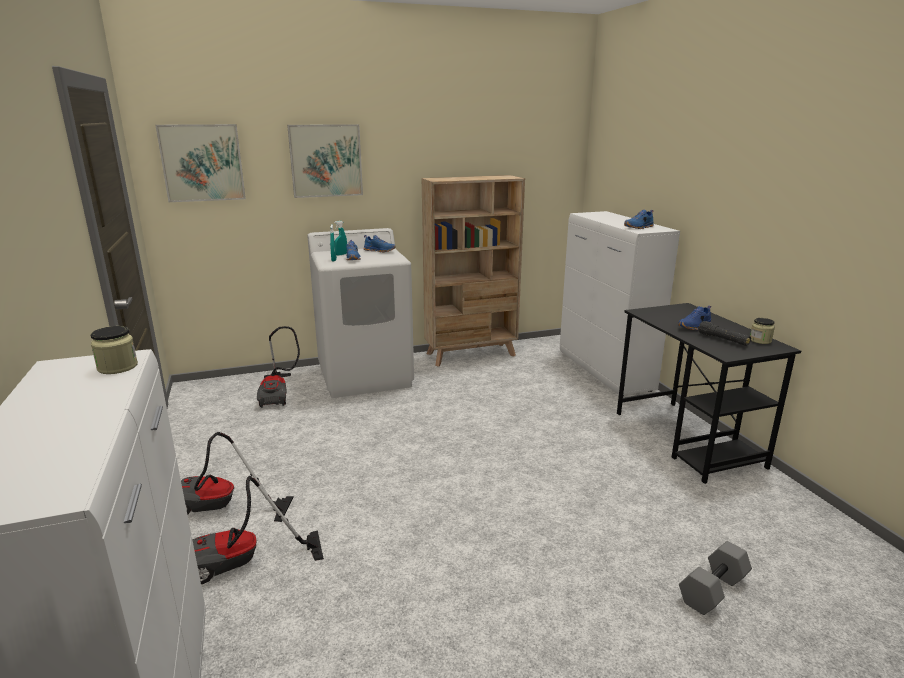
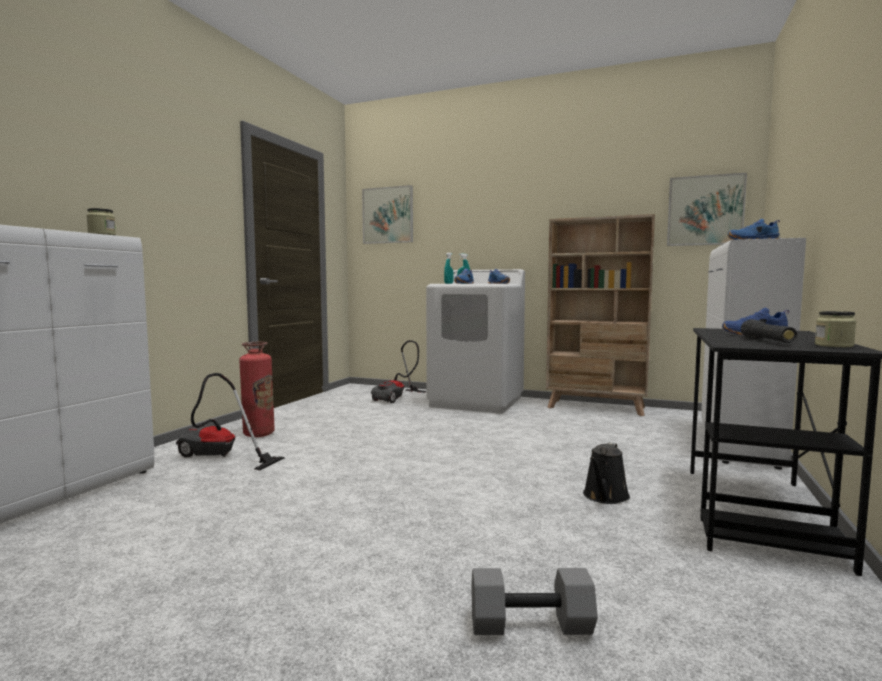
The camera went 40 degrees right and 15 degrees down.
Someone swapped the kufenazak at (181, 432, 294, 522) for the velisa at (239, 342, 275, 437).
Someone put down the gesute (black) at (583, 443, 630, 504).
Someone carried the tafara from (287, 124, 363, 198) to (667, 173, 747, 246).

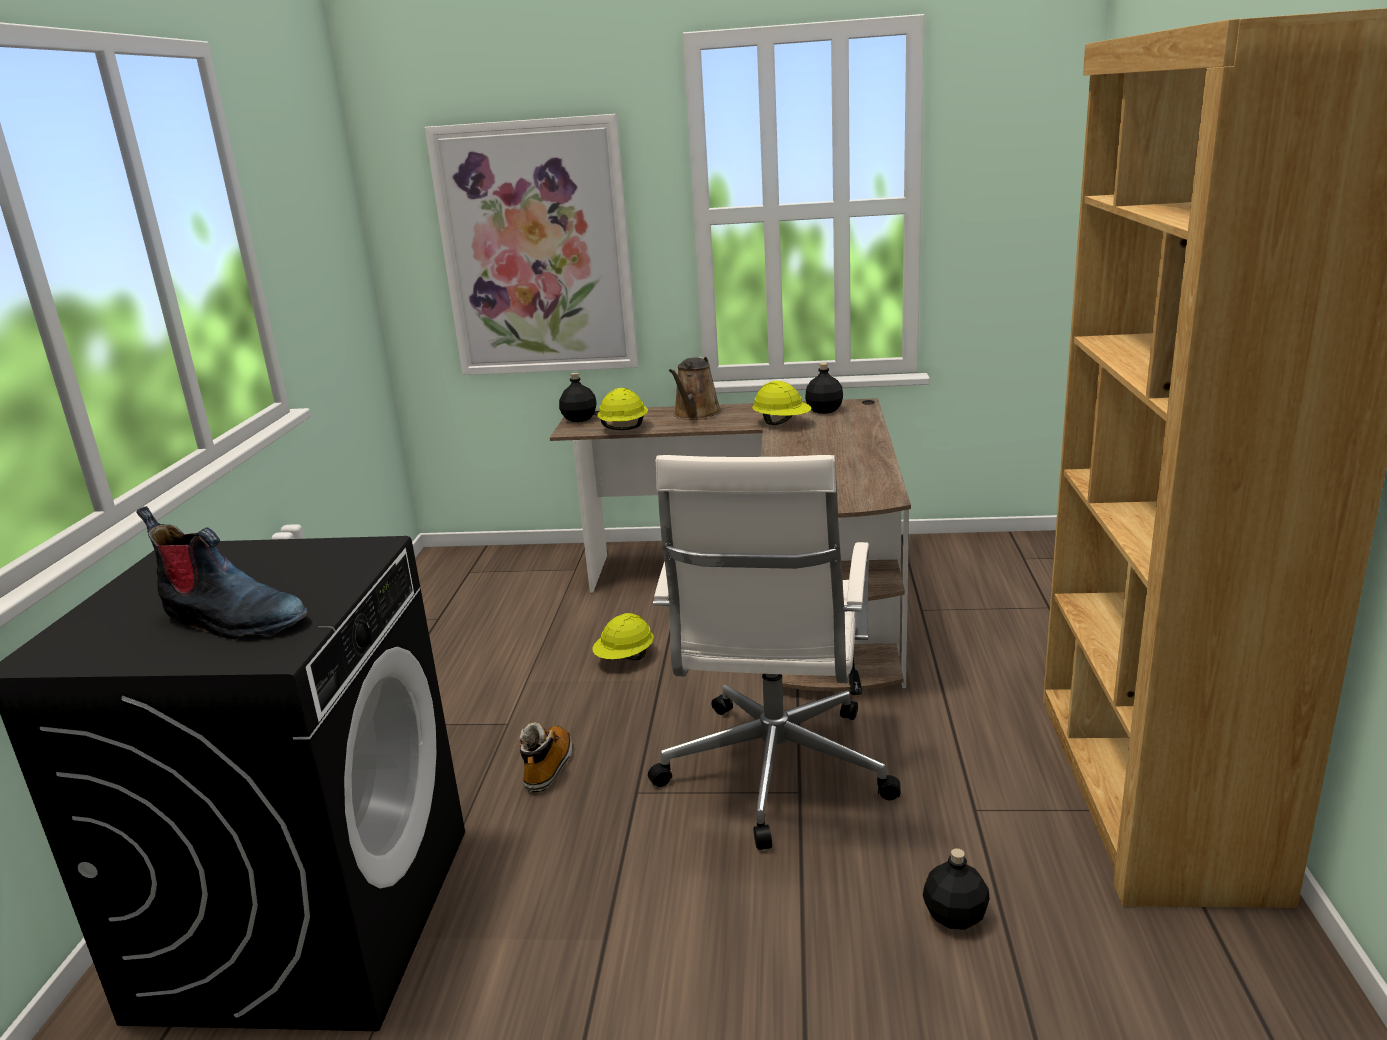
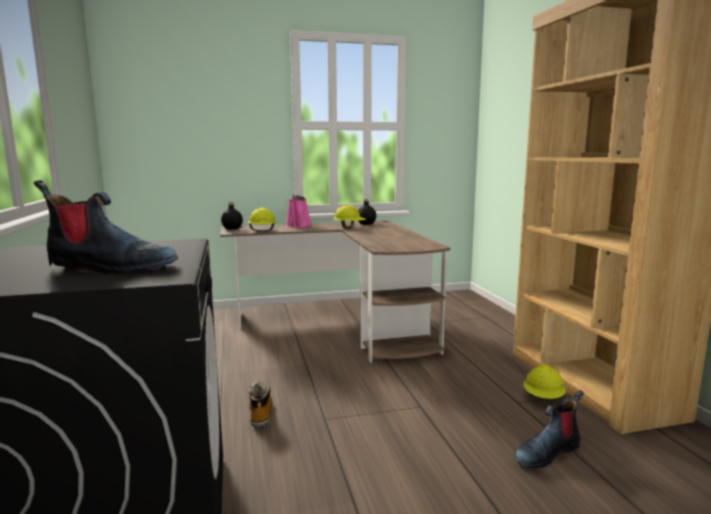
The camera went 20 degrees left and 10 degrees down.
Someone repainted the gesute (brown) at (669, 356, 722, 420), which became the gesute (pink) at (286, 195, 312, 228).
Someone swapped the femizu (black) at (923, 849, 990, 930) for the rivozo at (514, 390, 584, 468).
Someone carried the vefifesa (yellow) from (593, 613, 654, 660) to (523, 365, 566, 399).
Someone took away the tafara at (425, 114, 639, 375).
Someone took away the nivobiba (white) at (648, 455, 901, 850).

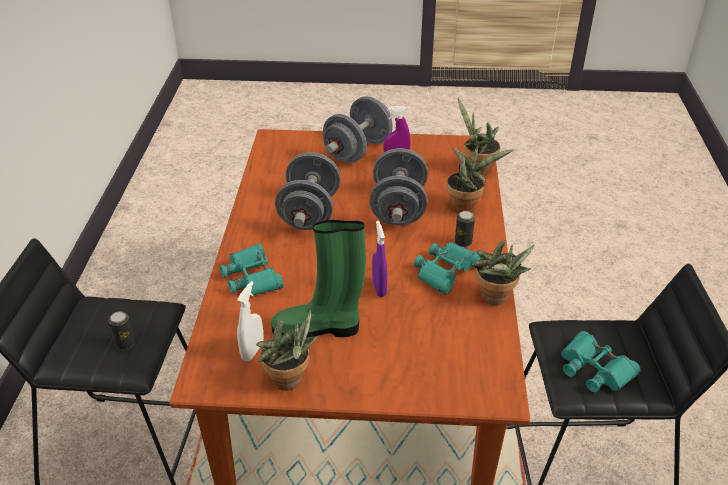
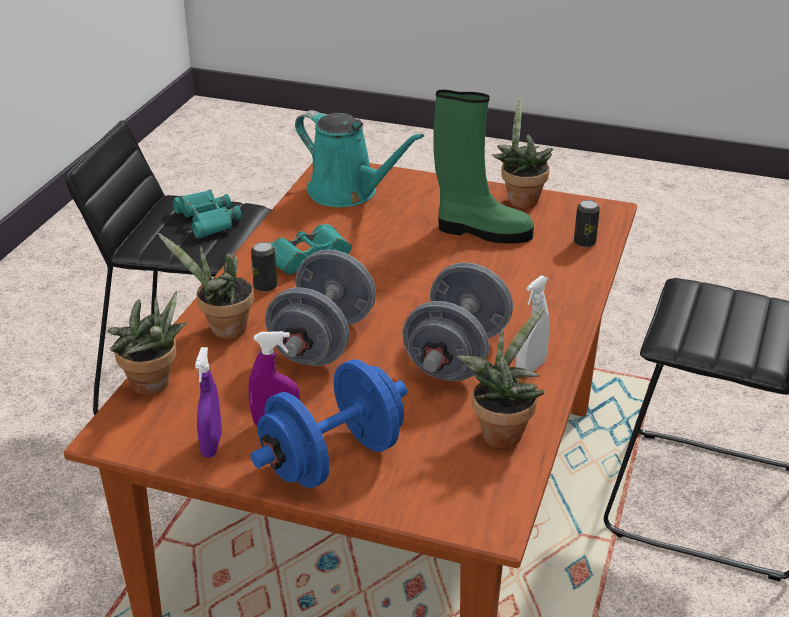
The camera went 165 degrees left and 5 degrees down.
Someone carried the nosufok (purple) from (372, 221, 387, 297) to (195, 347, 222, 458).
Someone repainted the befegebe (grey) at (323, 96, 393, 163), which became the befegebe (blue) at (251, 359, 407, 488).
Someone put down the gesute (turquoise) at (295, 110, 424, 207).
Someone carried the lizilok from (472, 240, 534, 305) to (457, 306, 545, 449).
Someone carried the nosufok (white) from (237, 281, 264, 361) to (516, 275, 550, 372).
Someone carried the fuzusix from (109, 311, 135, 349) to (574, 200, 600, 247).
Someone took away the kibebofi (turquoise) at (220, 243, 284, 296).

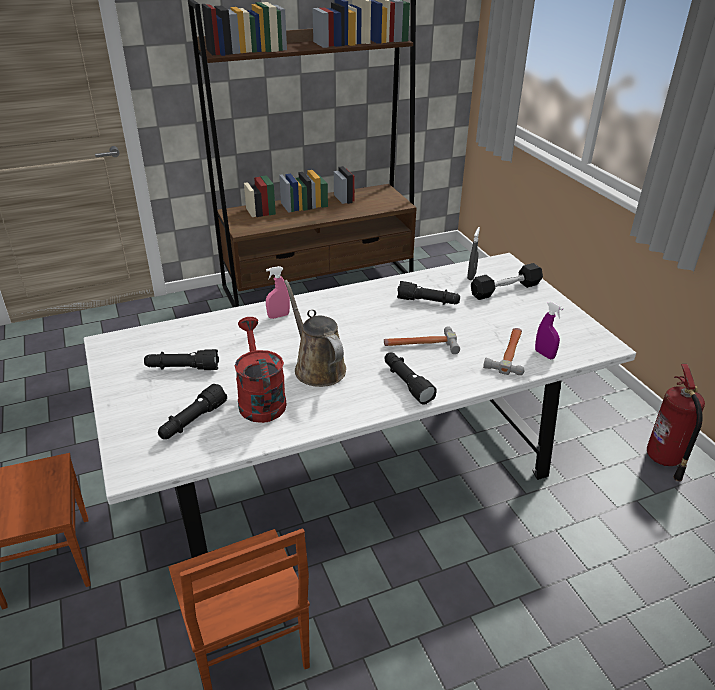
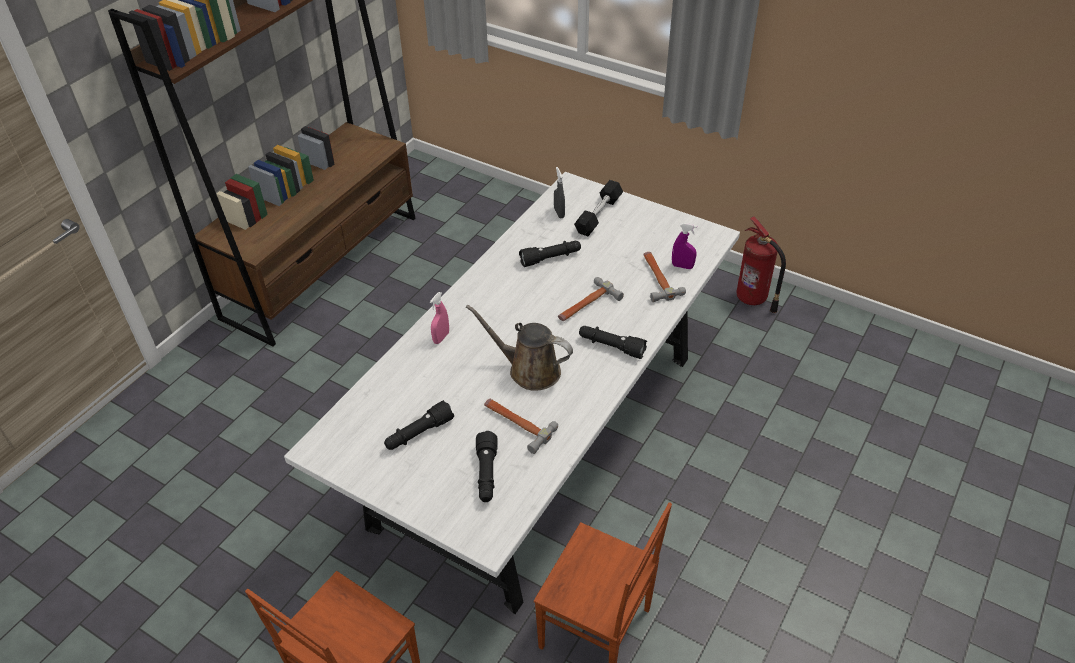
The camera went 35 degrees left and 10 degrees up.
Someone swapped the gesute (red) at (235, 317, 287, 423) for the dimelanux at (484, 399, 558, 454).

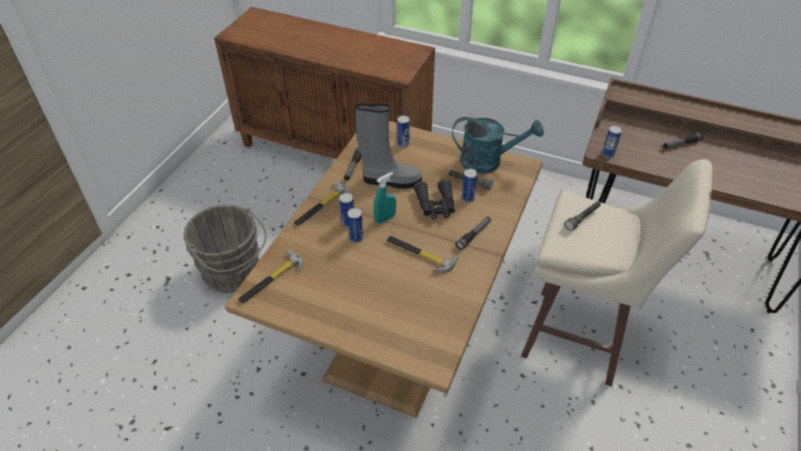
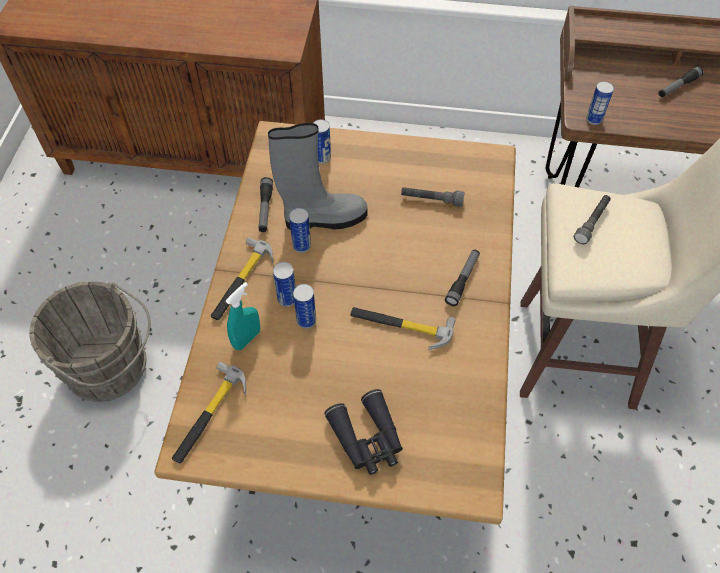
The camera went 15 degrees left and 10 degrees up.
Someone carried the nosufok (turquoise) from (373, 172, 396, 224) to (225, 282, 260, 350).
Someone carried the fuzusix from (462, 168, 477, 203) to (289, 208, 311, 253).
Someone carried the kibebofi (black) from (414, 179, 455, 219) to (324, 389, 403, 475).
Someone took away the gesute (turquoise) at (452, 117, 544, 174).

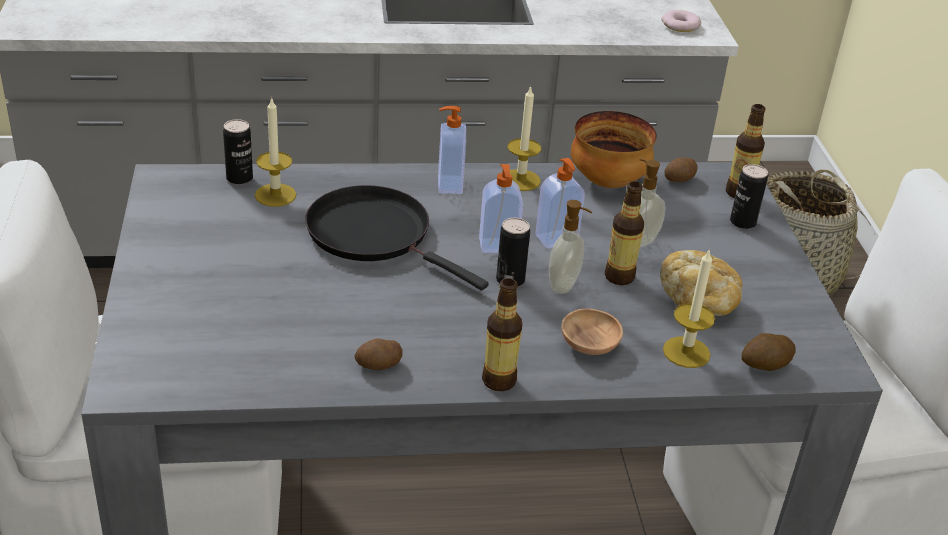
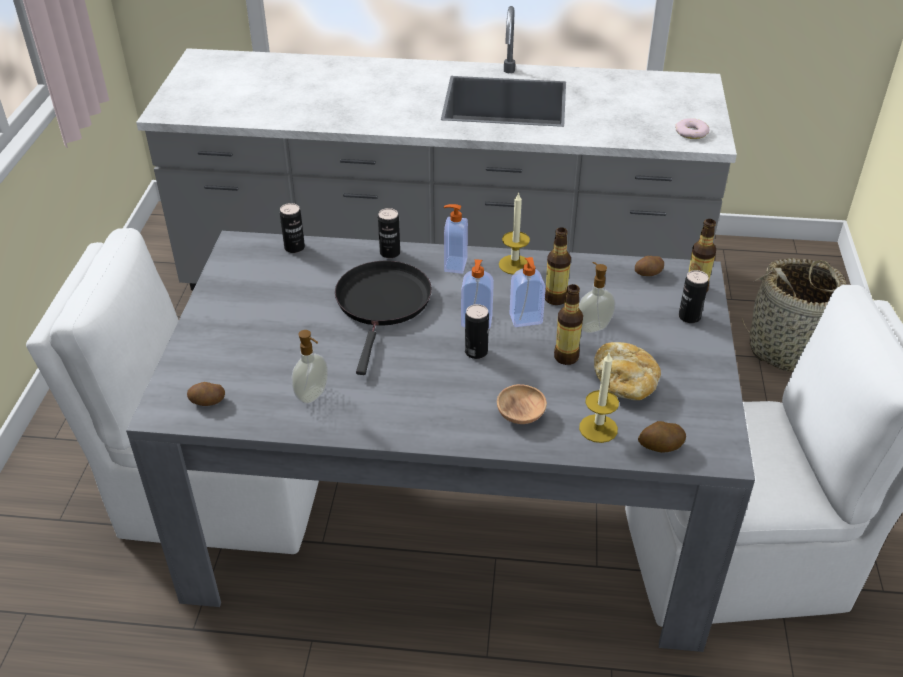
The camera went 15 degrees right and 5 degrees up.
Someone carried the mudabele from (355, 339, 403, 370) to (187, 382, 225, 406).
Someone carried the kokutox from (549, 200, 592, 294) to (292, 330, 328, 404).
Someone rotated the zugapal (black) at (305, 185, 489, 291) by 45 degrees clockwise.
Someone put down the fuzusix at (378, 208, 400, 258).
Someone carried the femizu from (482, 278, 522, 391) to (545, 227, 571, 305).
Someone took away the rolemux at (255, 97, 296, 207).
Someone took away the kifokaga at (571, 111, 657, 188).

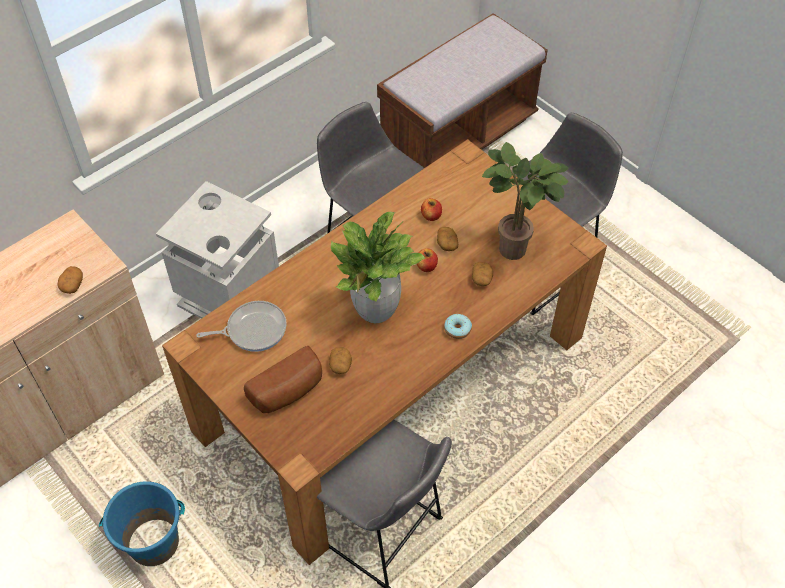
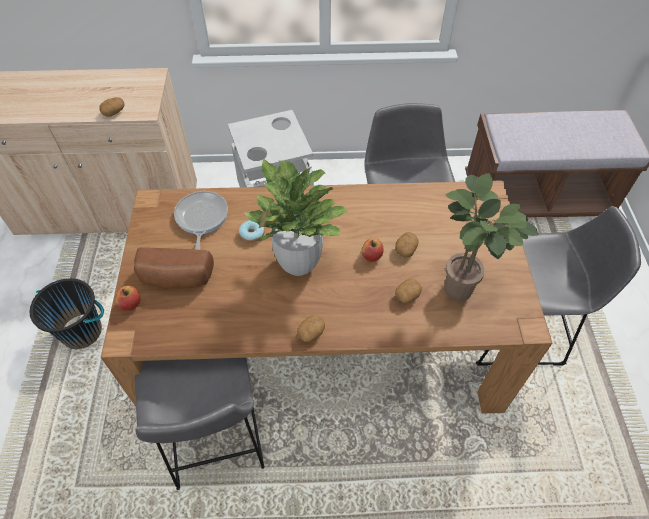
The camera went 40 degrees right and 0 degrees up.
Someone repainted the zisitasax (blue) at (99, 481, 185, 566), which became the zisitasax (black) at (30, 278, 104, 349).
Someone carried the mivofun from (421, 198, 442, 221) to (115, 286, 140, 311).
Someone rotated the zugapal at (196, 301, 287, 352) by 120 degrees counterclockwise.
Someone carried the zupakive from (444, 314, 472, 339) to (239, 220, 264, 243).
Someone carried the mudabele from (329, 347, 352, 374) to (297, 315, 325, 342).

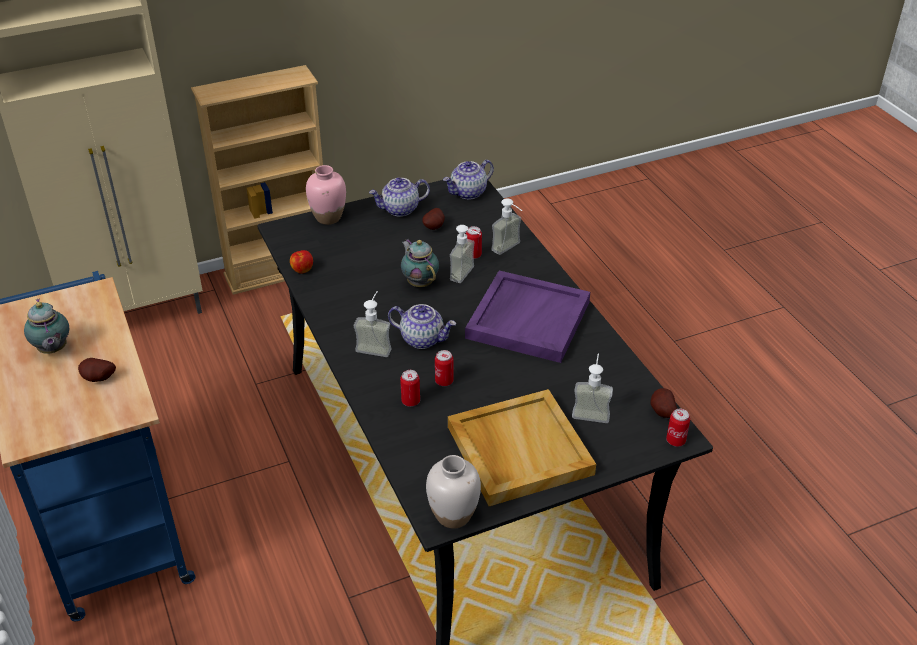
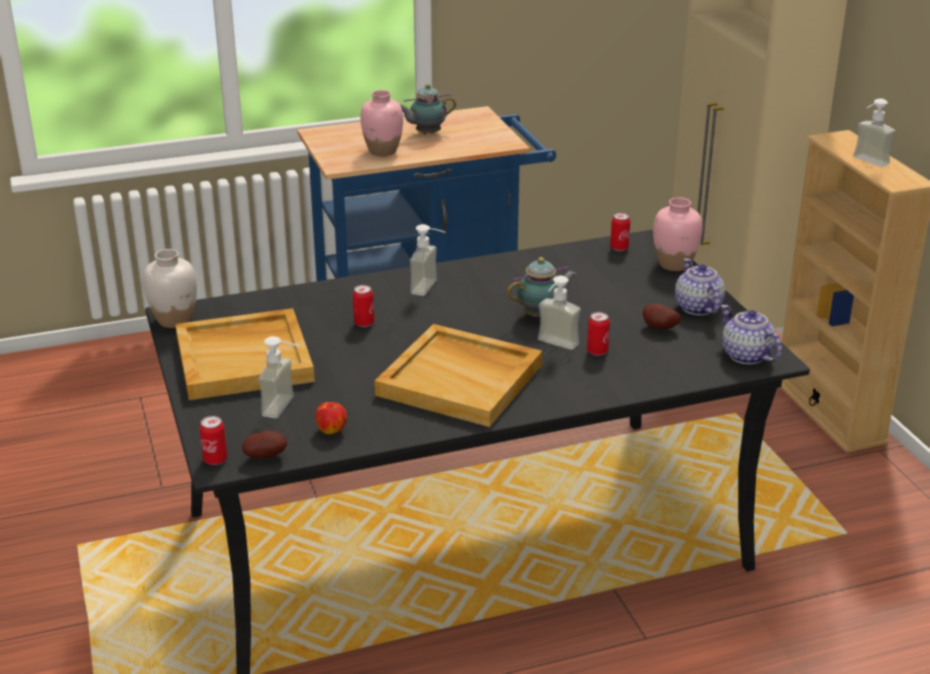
The camera went 95 degrees right and 10 degrees down.
Someone carried the mivofun from (290, 250, 313, 274) to (315, 402, 347, 435).
Someone swapped the mudabele at (78, 358, 116, 382) for the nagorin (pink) at (360, 90, 403, 156).
Someone repainted the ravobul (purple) at (465, 271, 590, 363), which became the ravobul (beige) at (375, 324, 542, 427).
Someone carried the fuzusix from (400, 370, 420, 407) to (610, 213, 630, 251).
Someone carried the kokutox from (491, 198, 522, 255) to (853, 99, 895, 167).
Someone took away the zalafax at (388, 304, 456, 349).

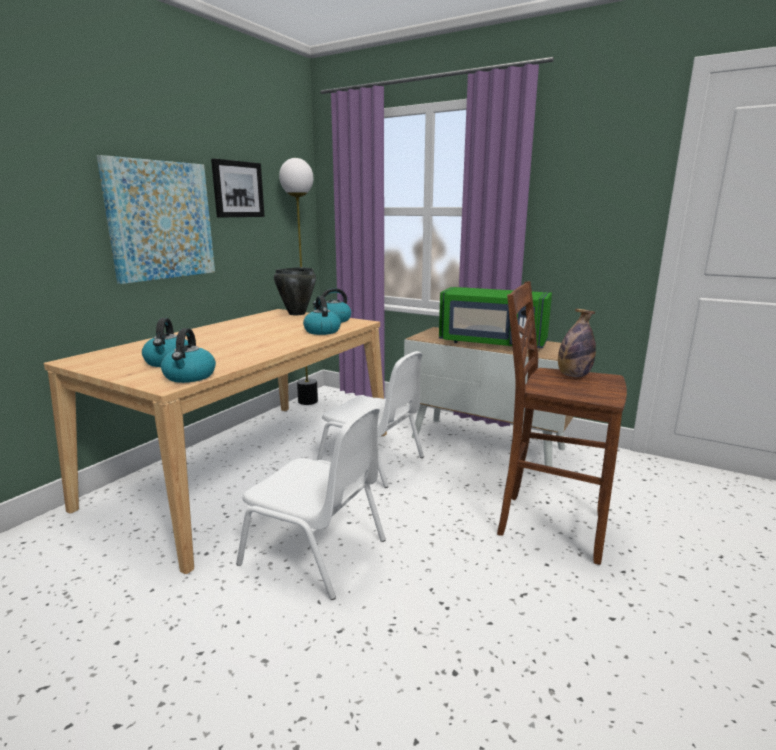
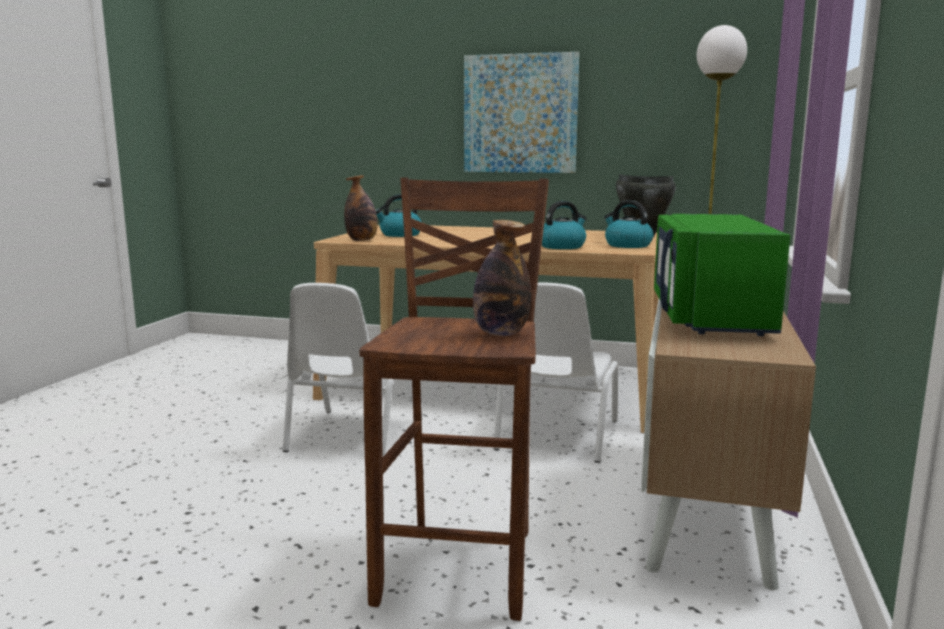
The camera went 75 degrees right and 5 degrees down.
Someone swapped the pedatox at (161, 328, 216, 383) for the femizu at (344, 175, 377, 241).
Someone took away the tafara at (211, 159, 265, 218).

